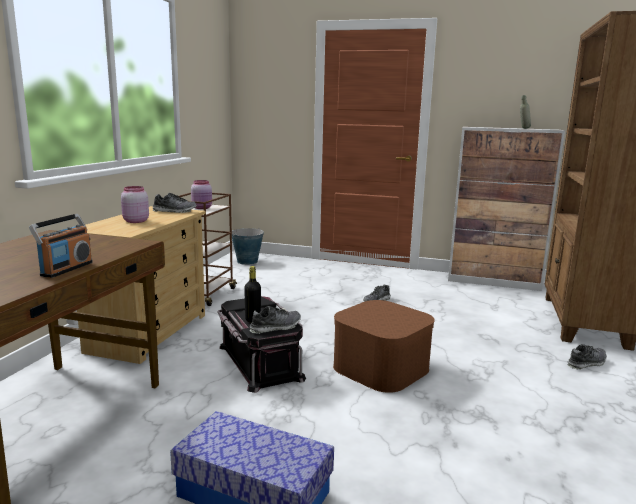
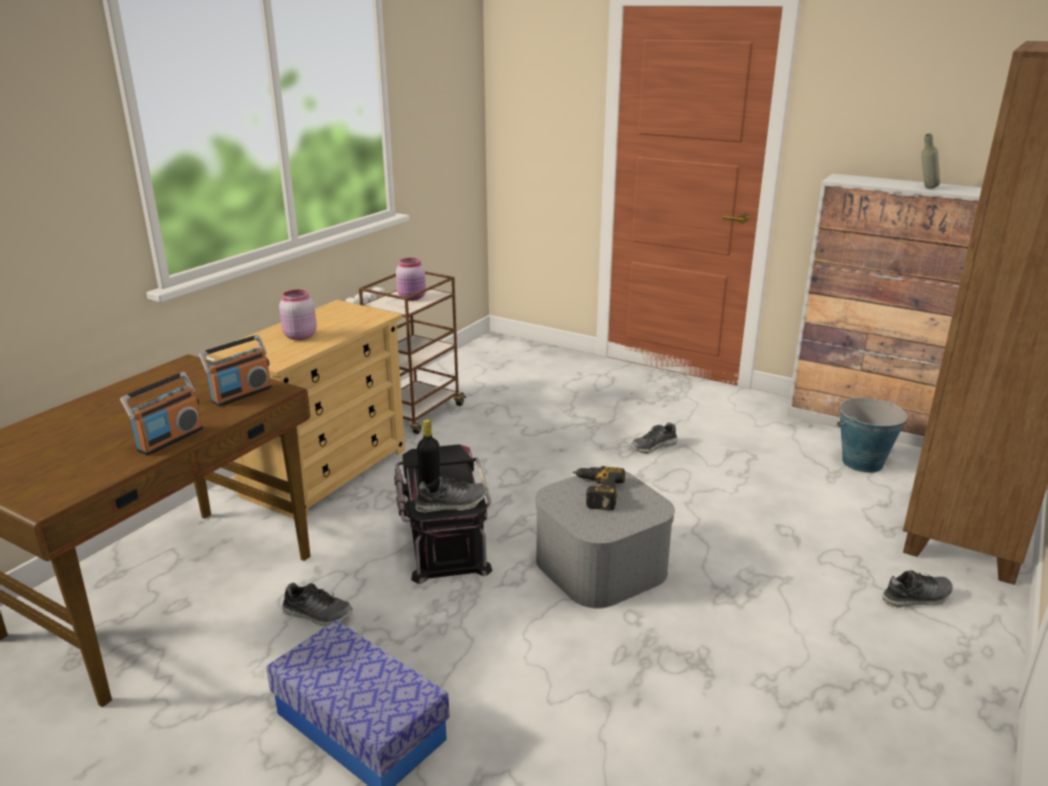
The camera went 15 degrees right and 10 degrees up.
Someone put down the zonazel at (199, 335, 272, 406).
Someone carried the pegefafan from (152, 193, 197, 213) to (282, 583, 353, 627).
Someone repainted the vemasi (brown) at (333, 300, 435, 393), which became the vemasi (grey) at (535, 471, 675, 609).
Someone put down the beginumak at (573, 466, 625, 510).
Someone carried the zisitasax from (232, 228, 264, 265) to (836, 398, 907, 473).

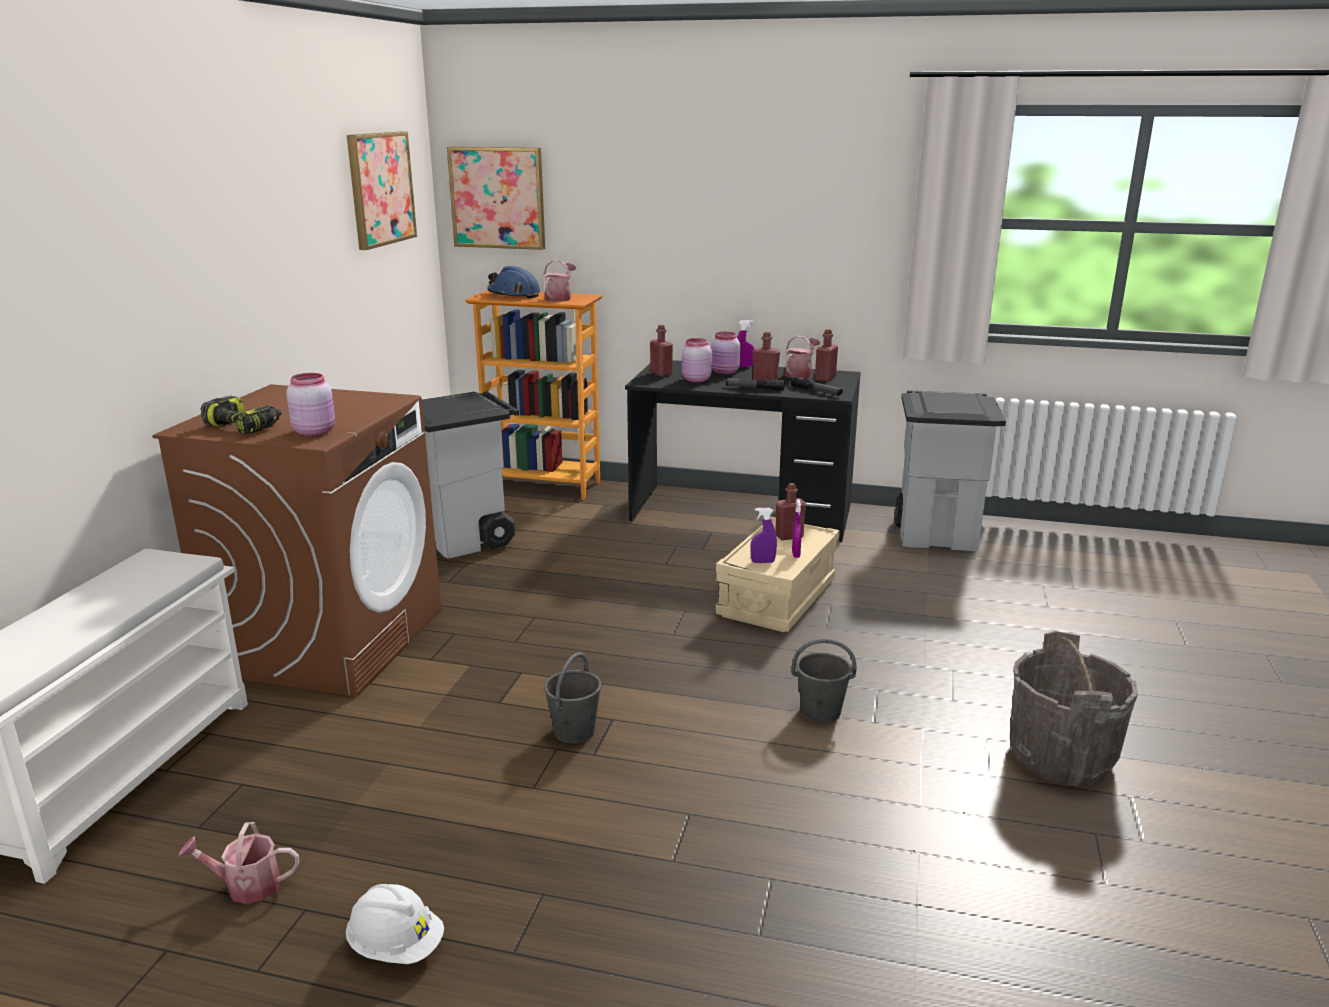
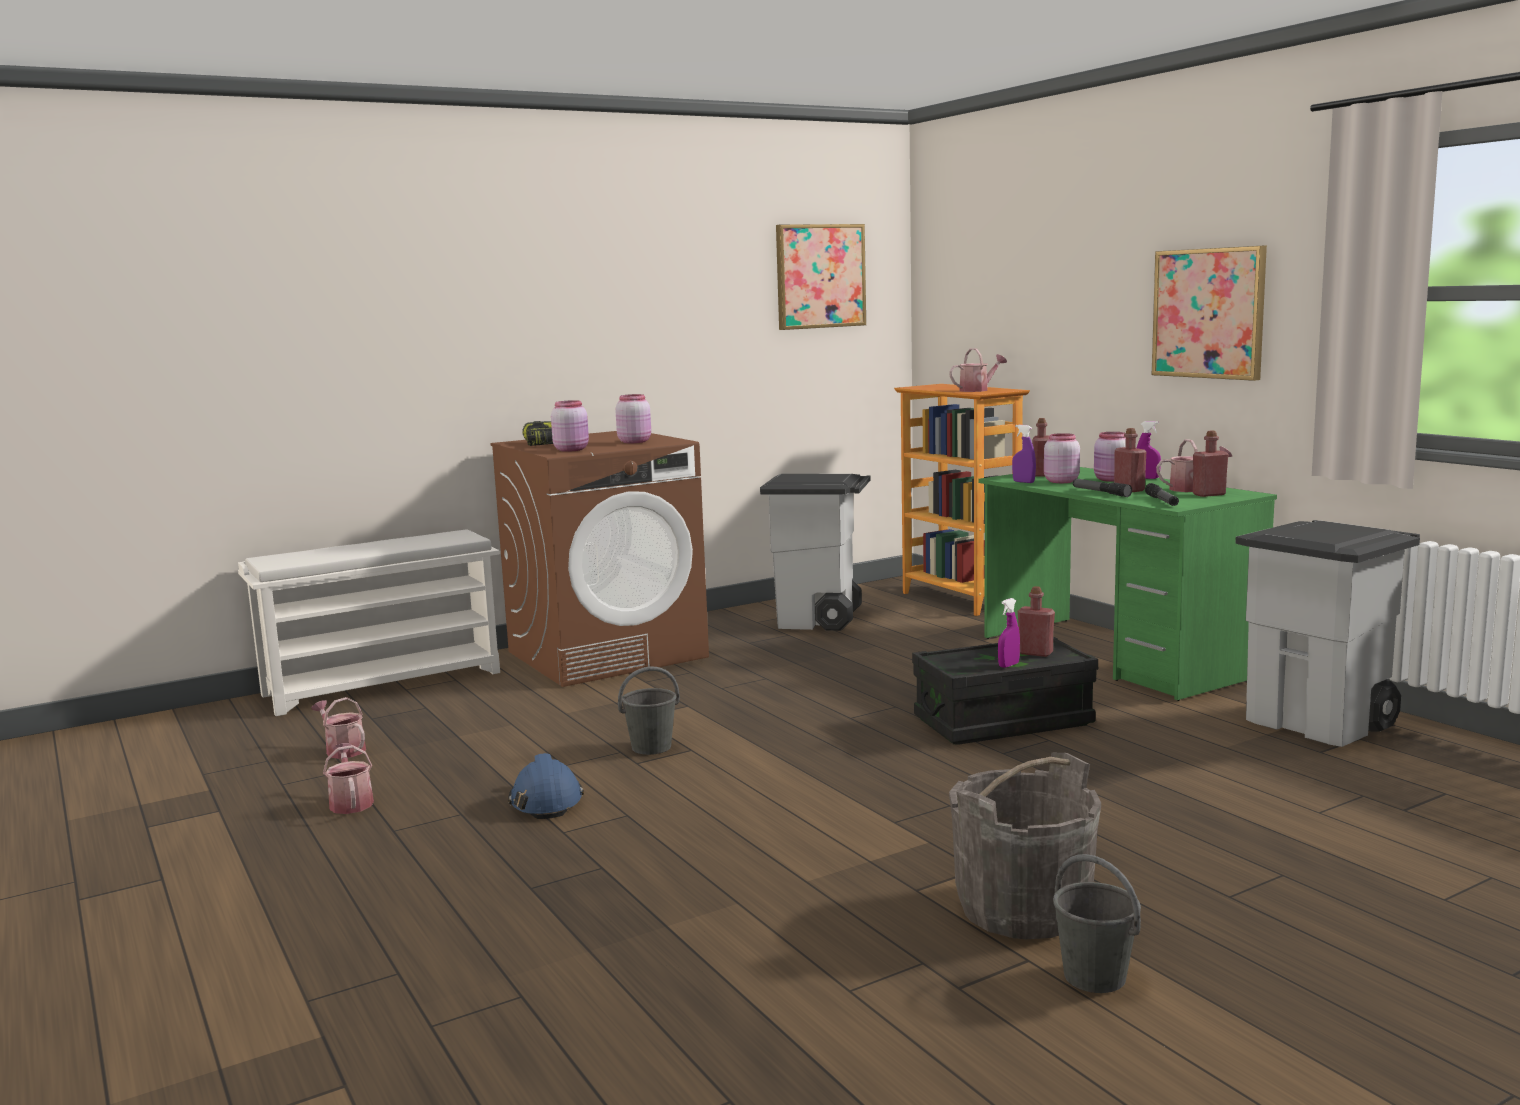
The camera went 45 degrees right and 10 degrees down.
Someone swapped the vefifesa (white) at (346, 884, 444, 964) for the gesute at (323, 743, 374, 814).
Someone carried the vefifesa (blue) from (487, 266, 540, 299) to (508, 753, 584, 819).
Someone put down the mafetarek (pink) at (615, 394, 651, 443).
Someone repainted the vemasi (beige) at (716, 516, 840, 632), which became the vemasi (black) at (912, 637, 1098, 745).
Someone repainted the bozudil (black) at (625, 360, 861, 542), which became the bozudil (green) at (979, 467, 1277, 701).
Someone carried the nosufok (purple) from (751, 508, 777, 563) to (1012, 425, 1036, 483).
Someone carried the zisitasax (grey) from (791, 639, 857, 723) to (1053, 854, 1141, 993).
Someone carried the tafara from (447, 147, 545, 250) to (1152, 246, 1267, 381).

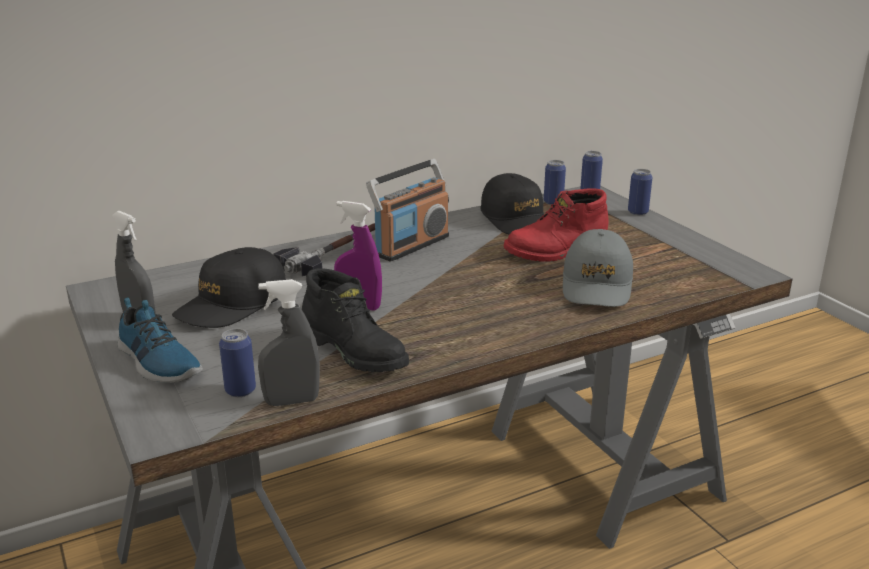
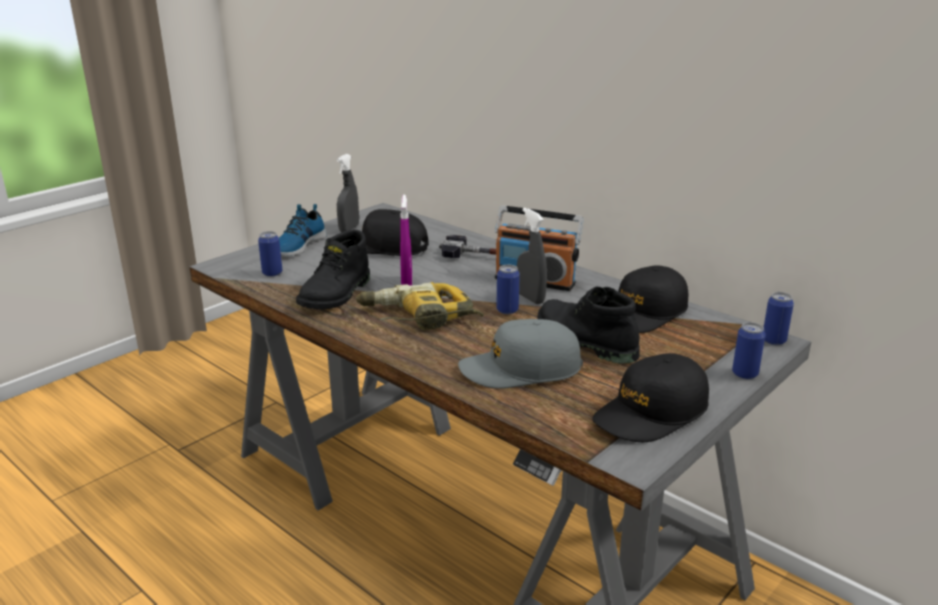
The camera went 70 degrees right and 0 degrees up.
Someone put down the beginumak at (356, 282, 484, 330).
Someone carried the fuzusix from (544, 160, 566, 205) to (497, 264, 520, 314).
Someone carried the nosufok (grey) from (258, 279, 320, 406) to (517, 208, 547, 304).
Someone repainted the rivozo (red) at (504, 188, 608, 262), which became the rivozo (black) at (537, 287, 640, 364).
Someone put down the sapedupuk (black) at (592, 353, 709, 442).

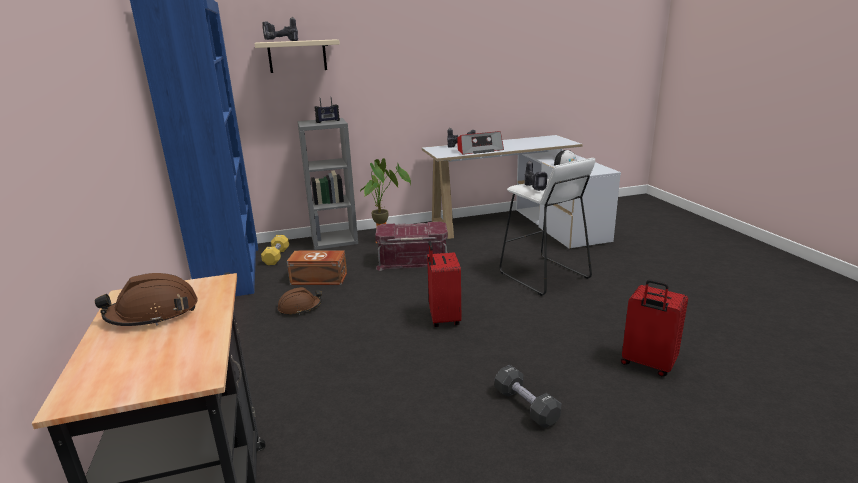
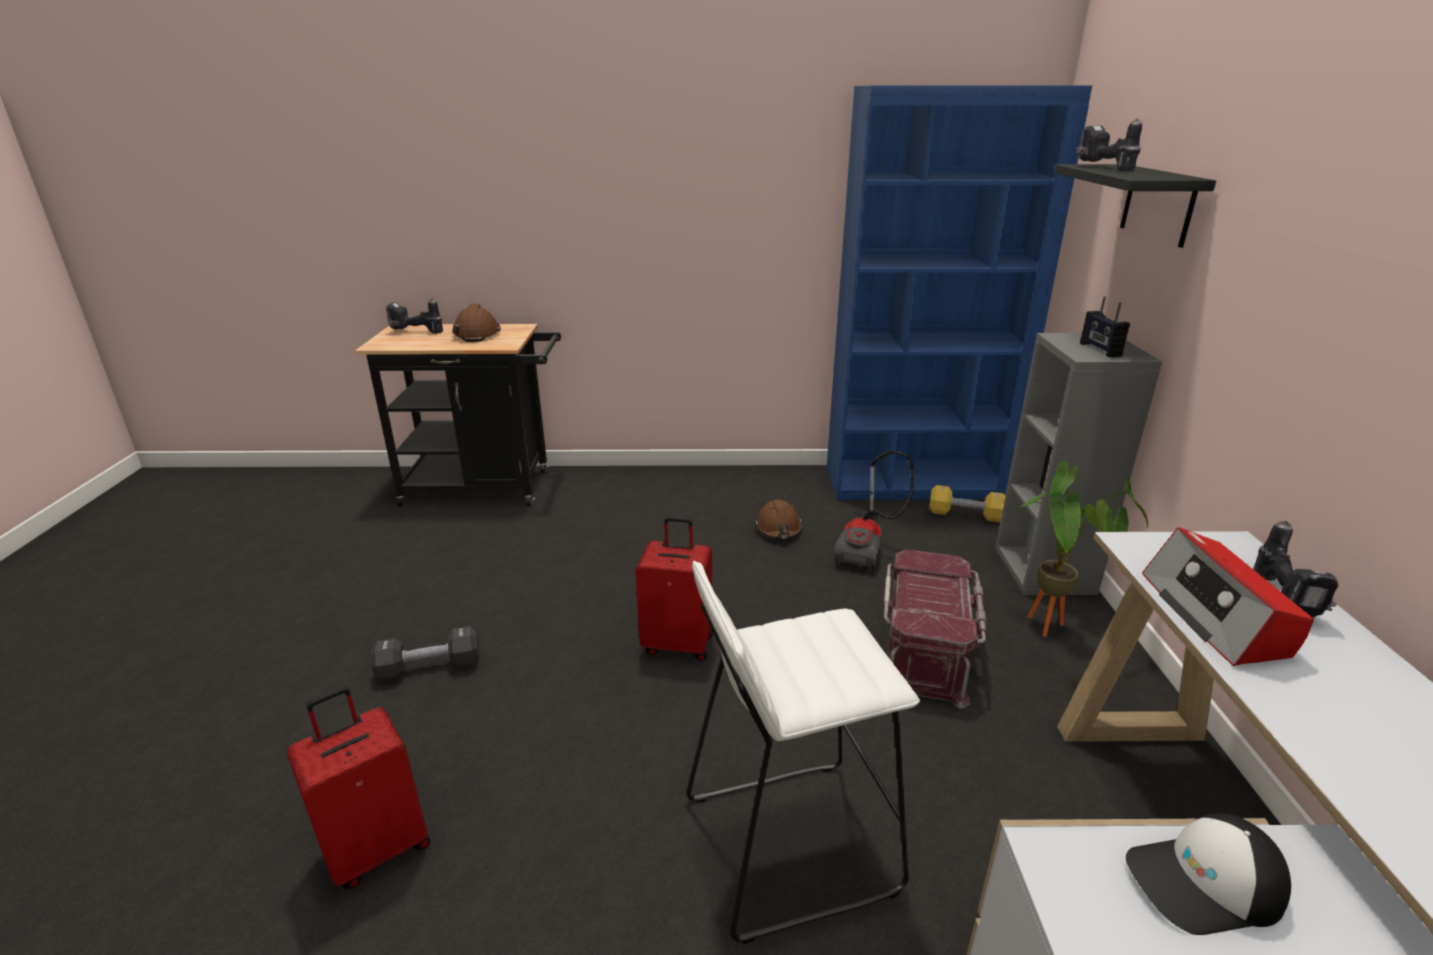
The camera went 105 degrees right and 5 degrees up.
Someone carried the beginumak from (524, 161, 548, 191) to (386, 299, 443, 334).
Someone swapped the vemasi (brown) at (287, 250, 347, 285) for the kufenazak at (834, 451, 914, 571).
Someone repainted the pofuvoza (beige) at (255, 40, 340, 73), which became the pofuvoza (black) at (1054, 164, 1216, 248).

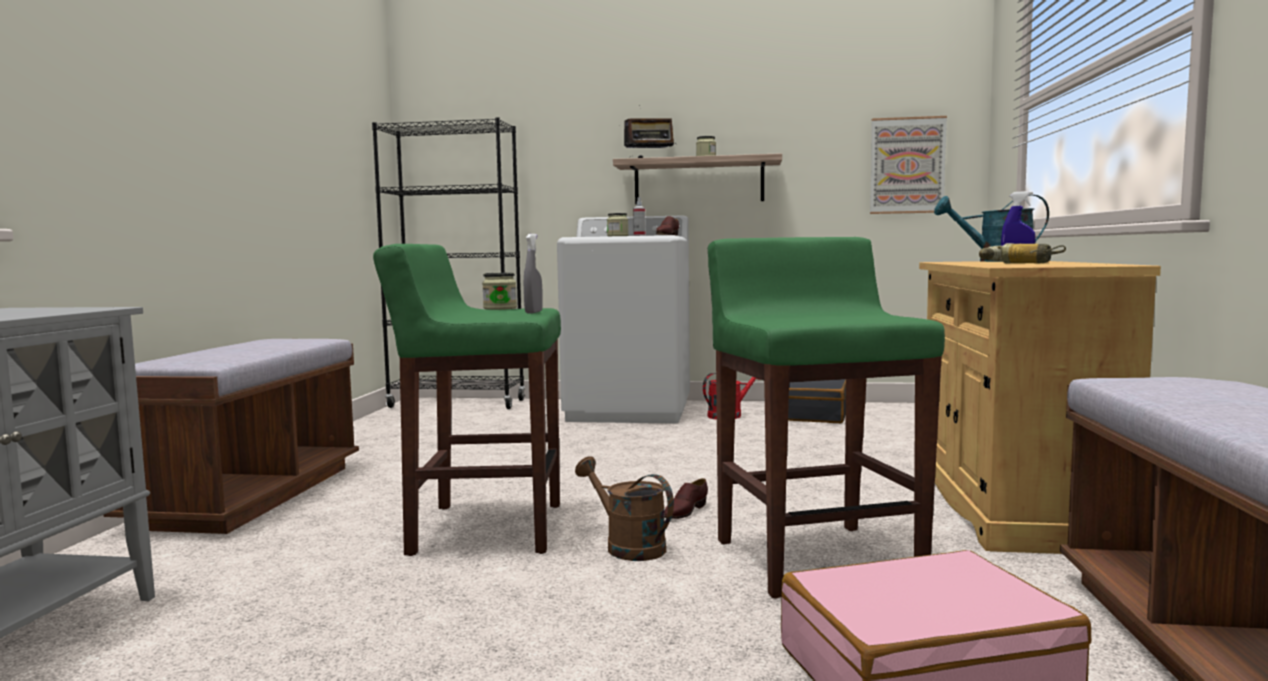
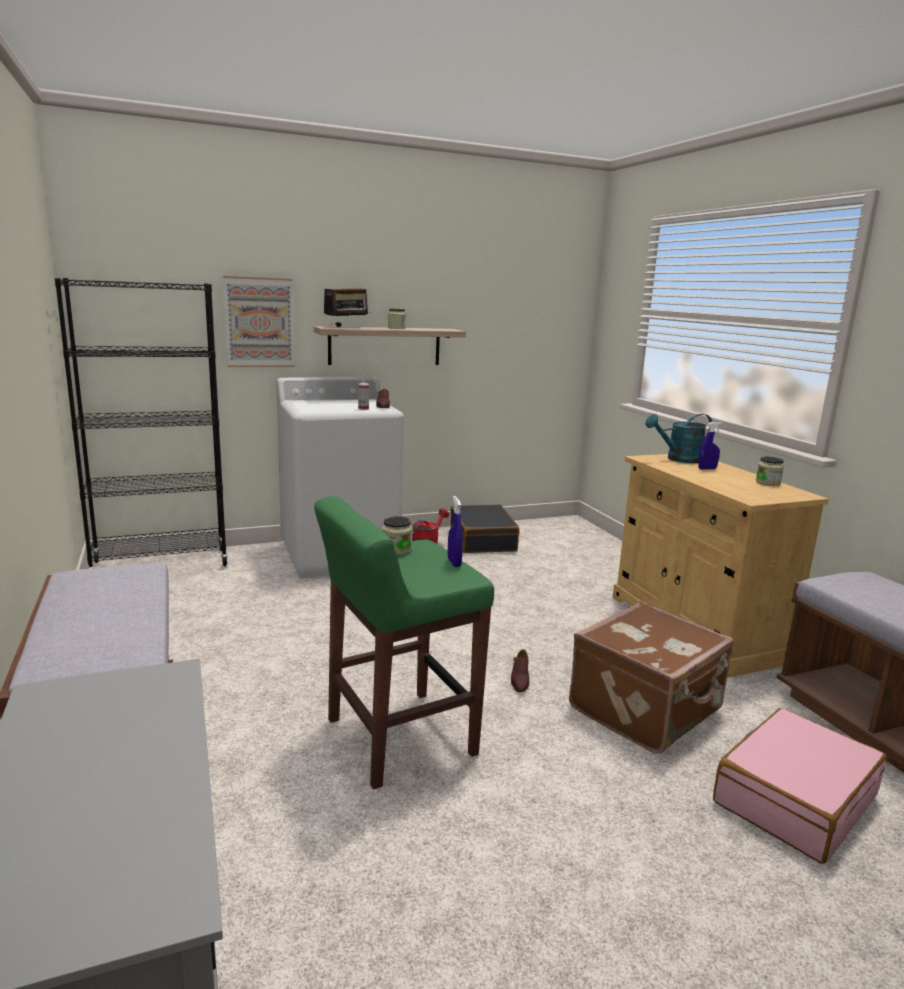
The camera went 30 degrees left and 10 degrees up.
Someone carried the tafara from (870, 116, 947, 214) to (223, 276, 295, 367).
Someone repainted the nosufok (grey) at (524, 234, 543, 313), which became the nosufok (blue) at (448, 496, 463, 567).
Someone swapped the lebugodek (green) at (708, 237, 945, 599) for the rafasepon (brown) at (569, 601, 734, 753).
Someone carried the mafetarek from (607, 213, 628, 236) to (756, 456, 784, 486).
Someone took away the gesute (brown) at (575, 456, 674, 561).
Someone took away the beginumak at (979, 243, 1066, 264).

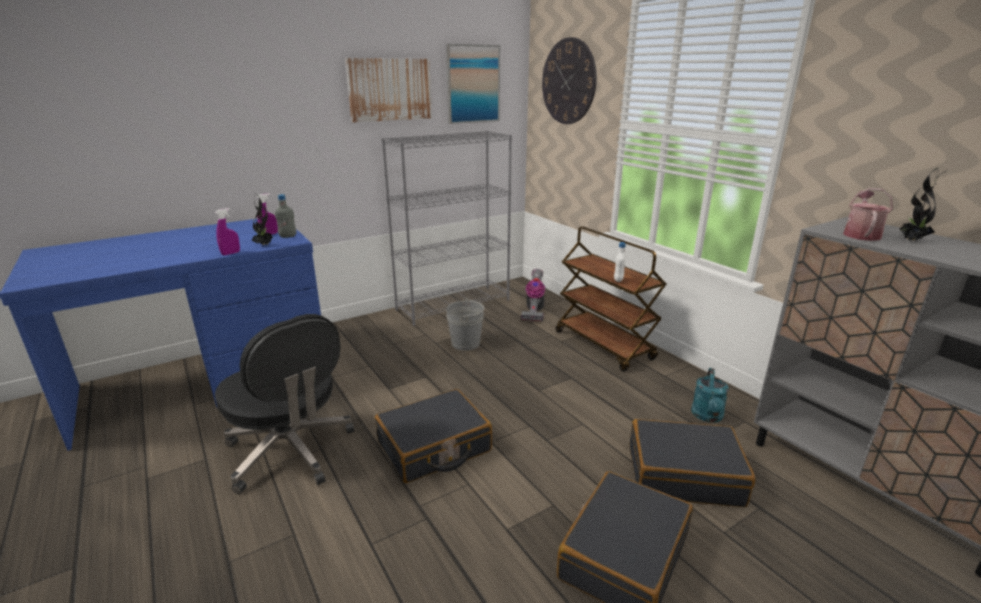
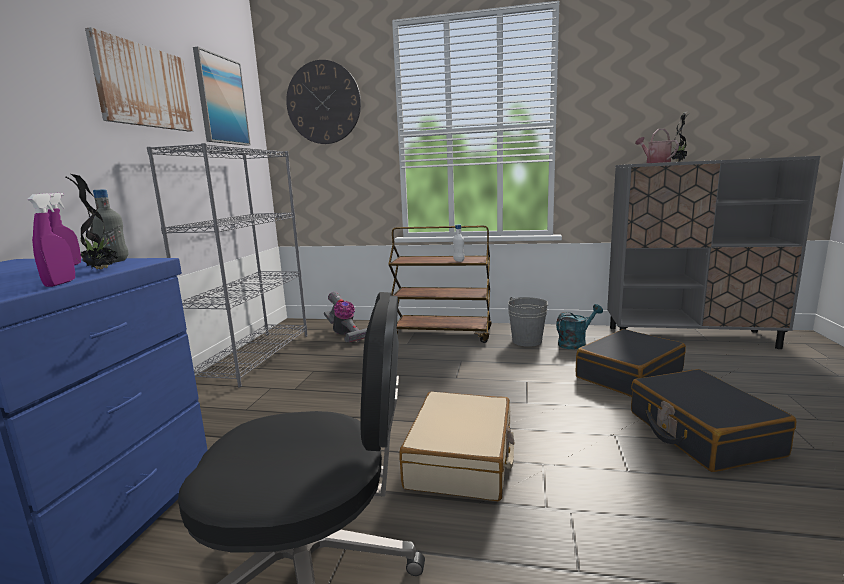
The camera went 45 degrees left and 10 degrees down.
Someone repainted the rafasepon (black) at (375, 389, 492, 483), which became the rafasepon (beige) at (399, 392, 515, 501).
Someone carried the zisitasax (grey) from (446, 298, 485, 351) to (508, 297, 548, 347).
Someone rotated the gesute (turquoise) at (691, 368, 729, 423) by 90 degrees counterclockwise.

